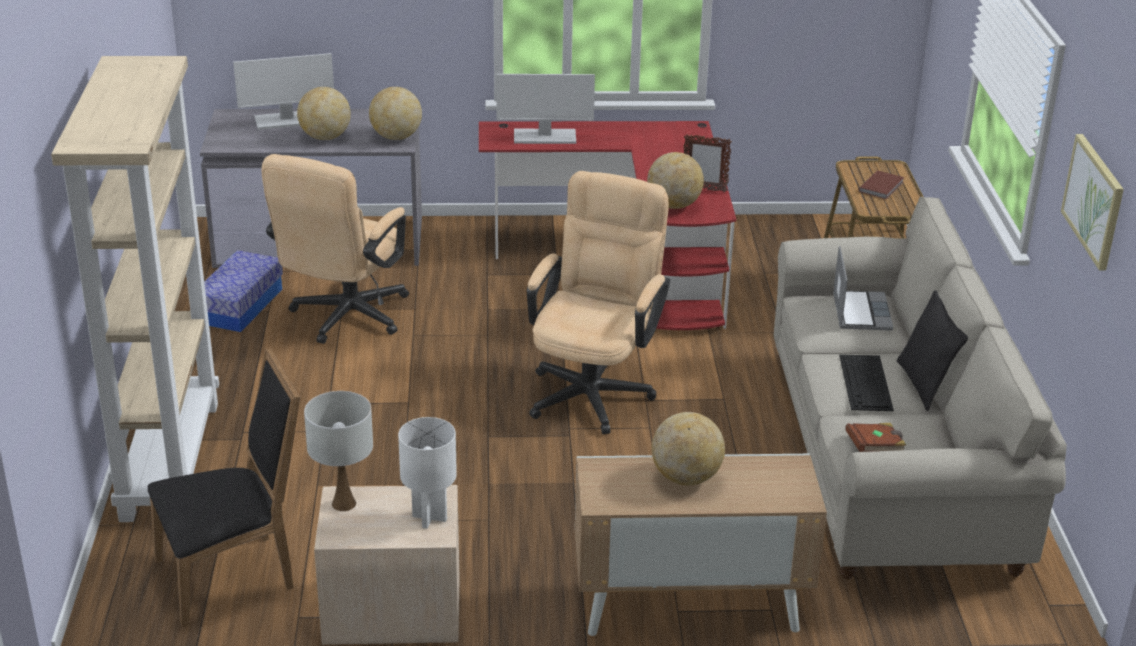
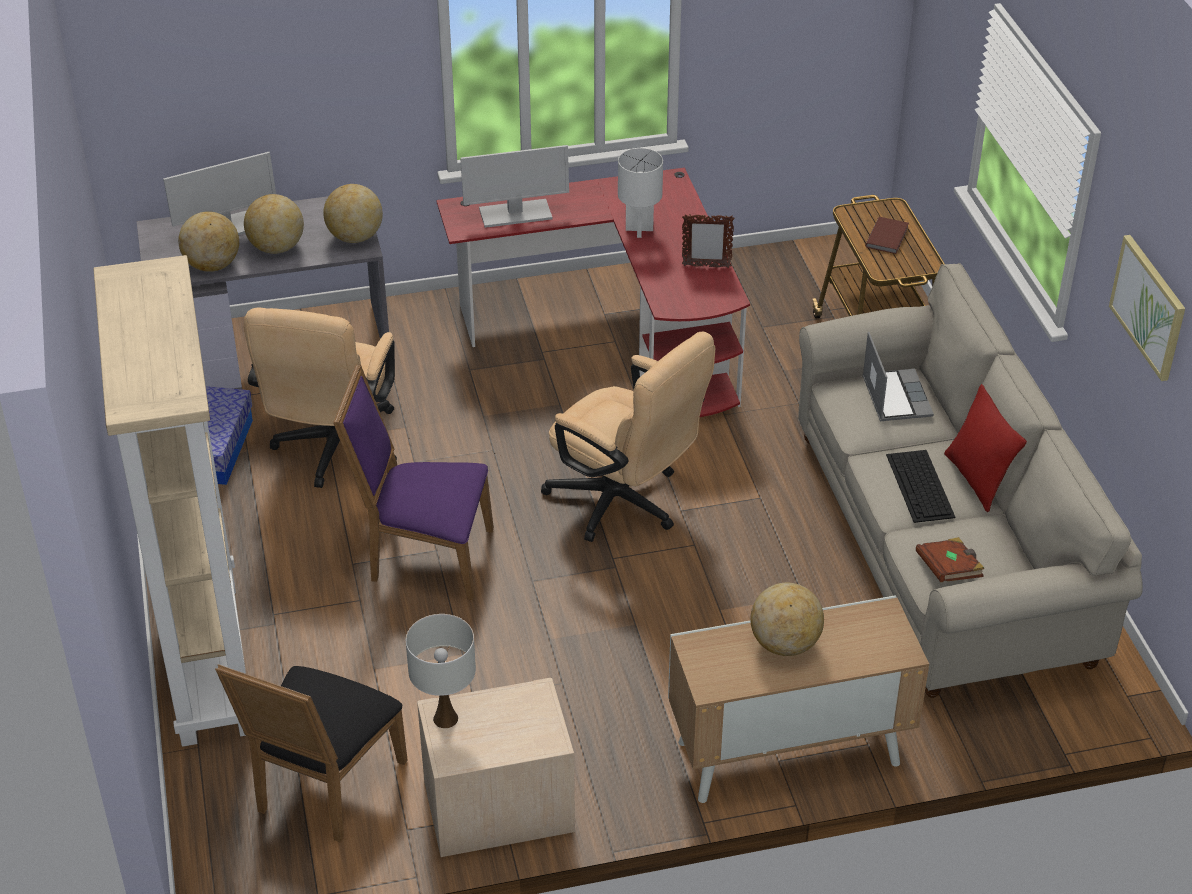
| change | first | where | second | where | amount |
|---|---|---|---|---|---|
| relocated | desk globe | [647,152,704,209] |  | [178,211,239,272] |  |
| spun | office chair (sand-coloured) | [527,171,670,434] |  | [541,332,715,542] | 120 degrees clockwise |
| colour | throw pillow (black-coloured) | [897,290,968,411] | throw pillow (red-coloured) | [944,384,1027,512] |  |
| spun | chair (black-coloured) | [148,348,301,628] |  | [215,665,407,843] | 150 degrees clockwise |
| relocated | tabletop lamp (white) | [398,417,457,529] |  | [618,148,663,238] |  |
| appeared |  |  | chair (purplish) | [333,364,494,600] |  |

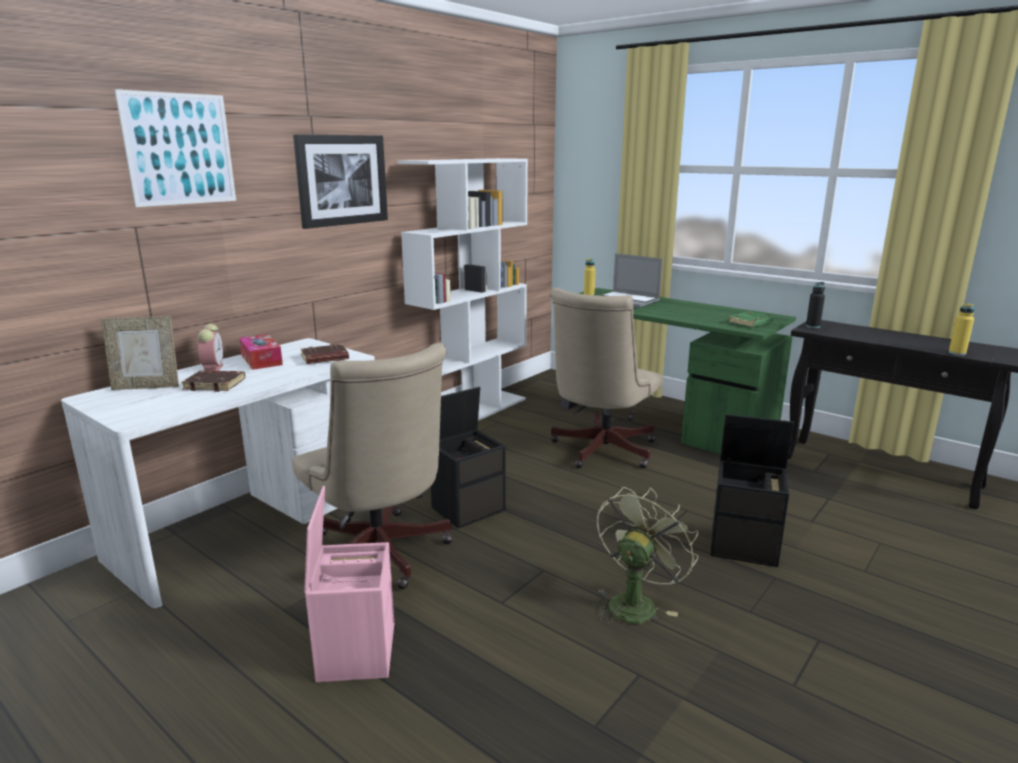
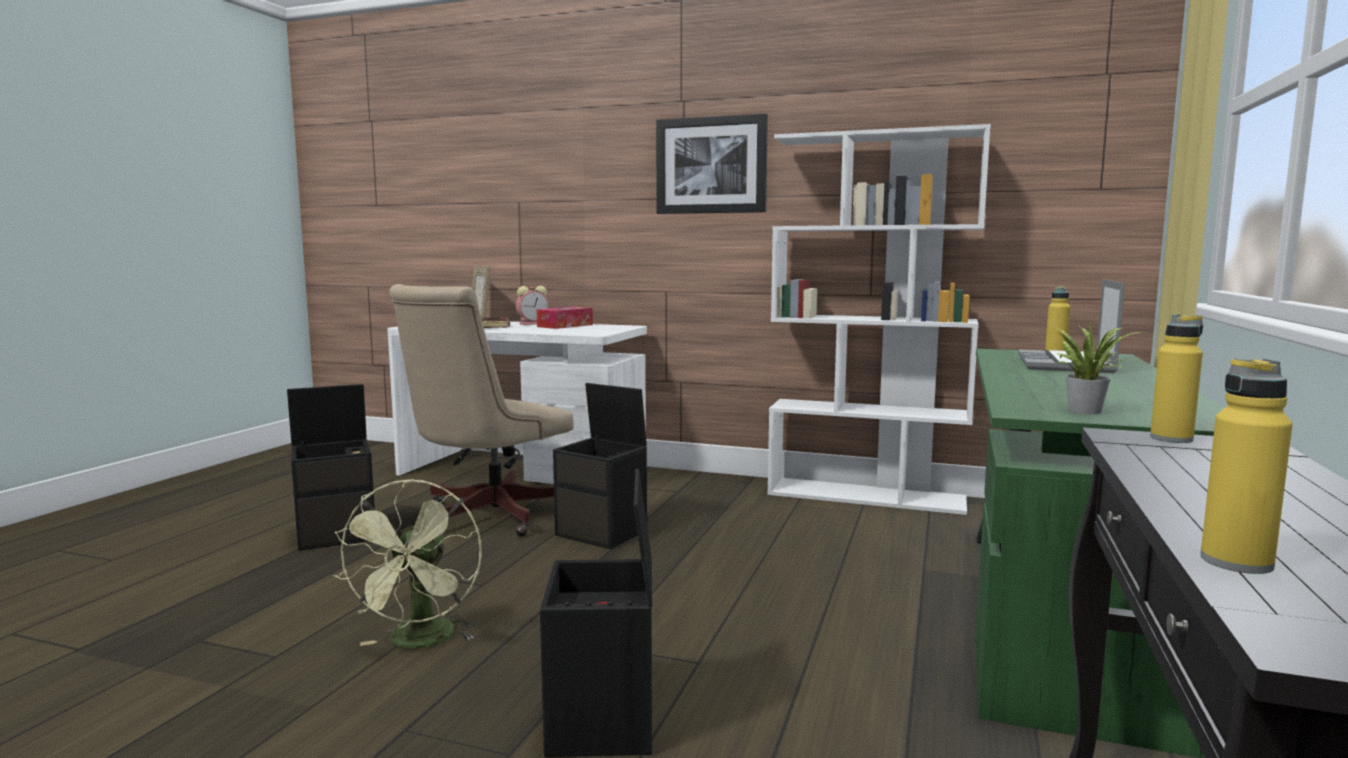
| change | first | where | second | where | amount |
|---|---|---|---|---|---|
| missing | picture | [115,89,236,207] |  |  |  |
| colour | drink bottle (black-coloured) | [806,282,825,328] | drink bottle (yellow) | [1150,314,1203,443] |  |
| missing | office chair (sand-coloured) | [551,288,663,468] |  |  |  |
| exchanged | volume (green-coloured) | [728,311,774,327] | plant in a pot | [1056,322,1144,414] |  |
| missing | volume (brown-coloured) | [301,344,349,364] |  |  |  |
| colour | storage box (pinkish) | [304,486,394,682] | storage box (black-coloured) | [287,384,375,551] |  |
| spun | cooling fan (green-coloured) | [592,487,698,624] |  | [333,479,482,648] | 75 degrees clockwise |

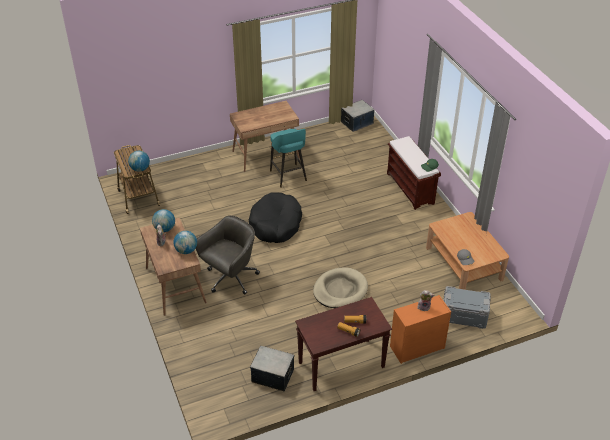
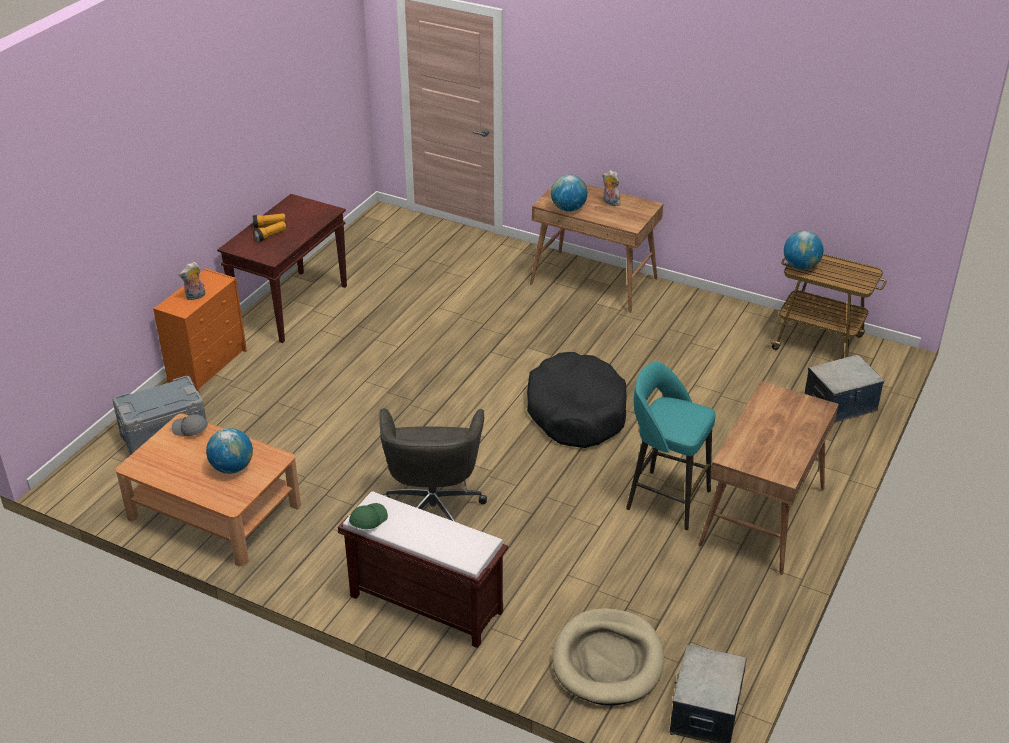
| change | first | where | second | where | amount |
|---|---|---|---|---|---|
| relocated | desk globe | [152,209,175,232] |  | [206,428,253,474] |  |
| relocated | office chair (grey) | [196,216,260,294] |  | [379,408,487,522] |  |
| relocated | pet bed (sand-coloured) | [313,267,368,308] |  | [552,608,664,706] |  |
| relocated | storage box | [250,346,294,392] |  | [805,355,884,423] |  |

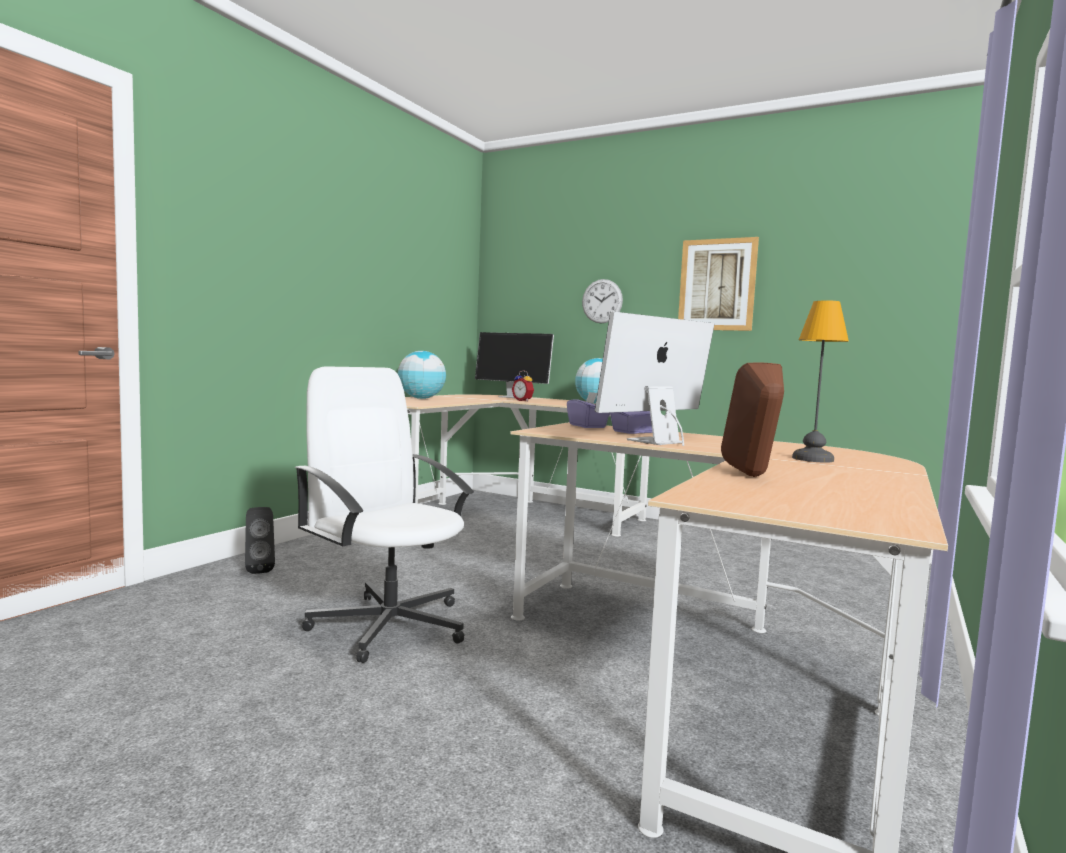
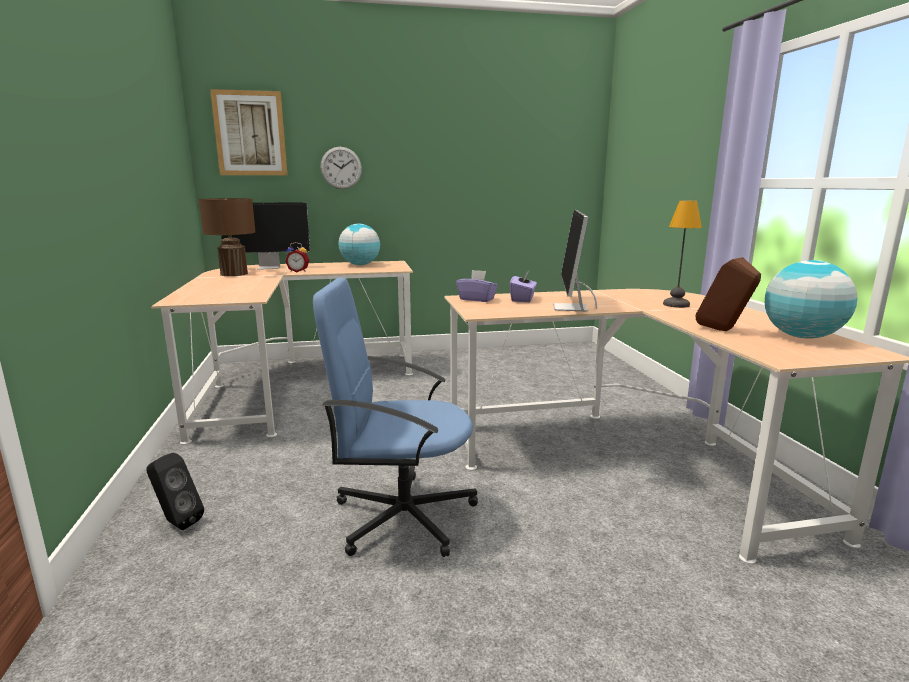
| change | first | where | second | where | amount |
|---|---|---|---|---|---|
| relocated | picture | [678,237,759,331] |  | [210,89,287,175] |  |
| relocated | desk globe | [398,351,446,399] |  | [765,260,857,339] |  |
| colour | office chair (white) | [294,367,474,663] | office chair (blue) | [313,277,478,557] |  |
| appeared |  |  | tabletop lamp (brown-coloured) | [199,198,255,276] |  |

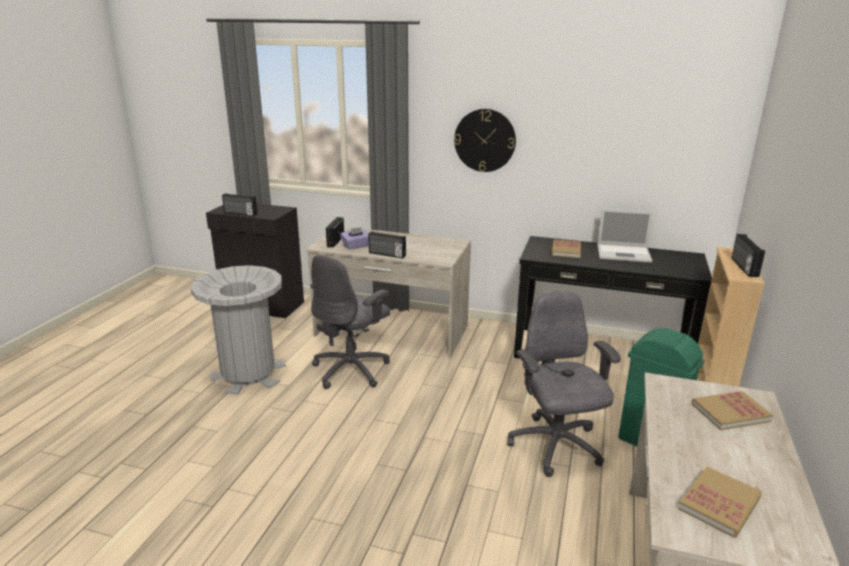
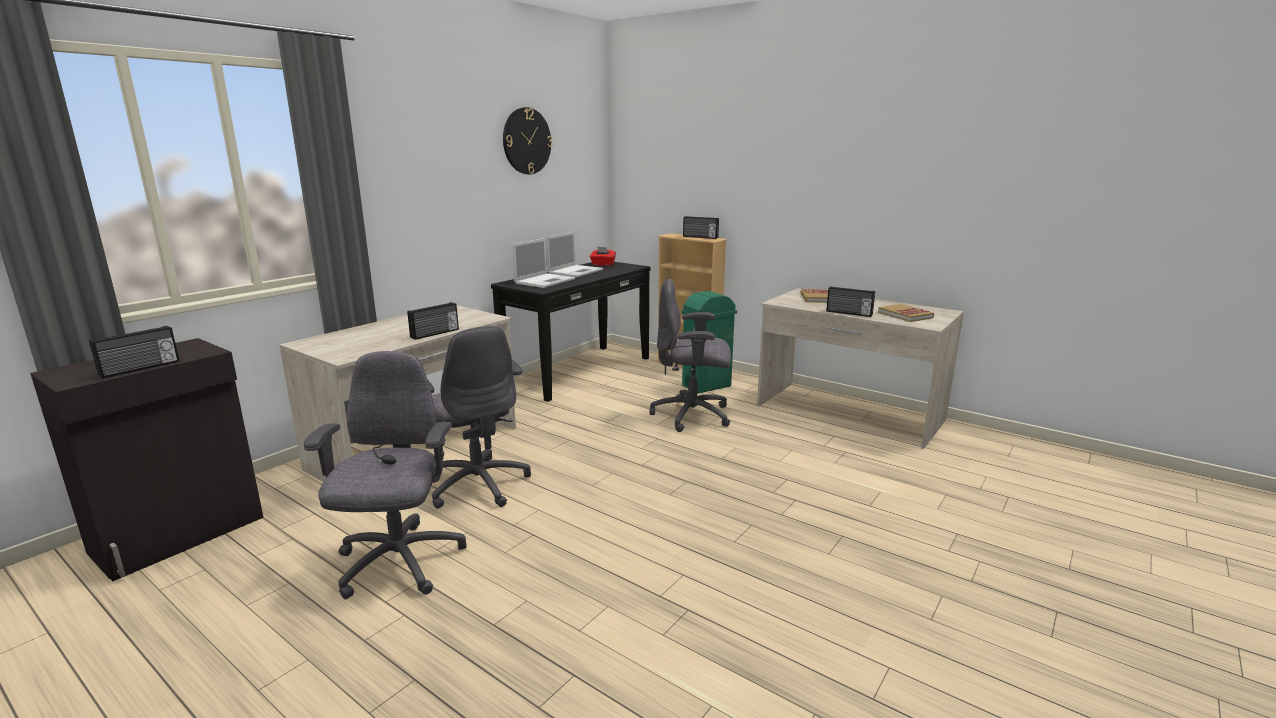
| change | first | where | second | where | amount |
|---|---|---|---|---|---|
| relocated | hanging clock | [454,109,516,172] |  | [503,107,553,174] |  |
| relocated | radio set | [326,217,344,248] |  | [826,286,875,317] |  |
| missing | tissue holder (purplish) | [341,227,369,250] |  |  |  |
| exchanged | volume | [552,240,581,258] | laptop | [512,238,575,288] |  |
| exchanged | waste bin (grey) | [191,265,286,395] | office chair (grey) | [304,351,466,599] |  |
| appeared |  |  | tissue holder (red-coloured) | [590,247,616,266] |  |

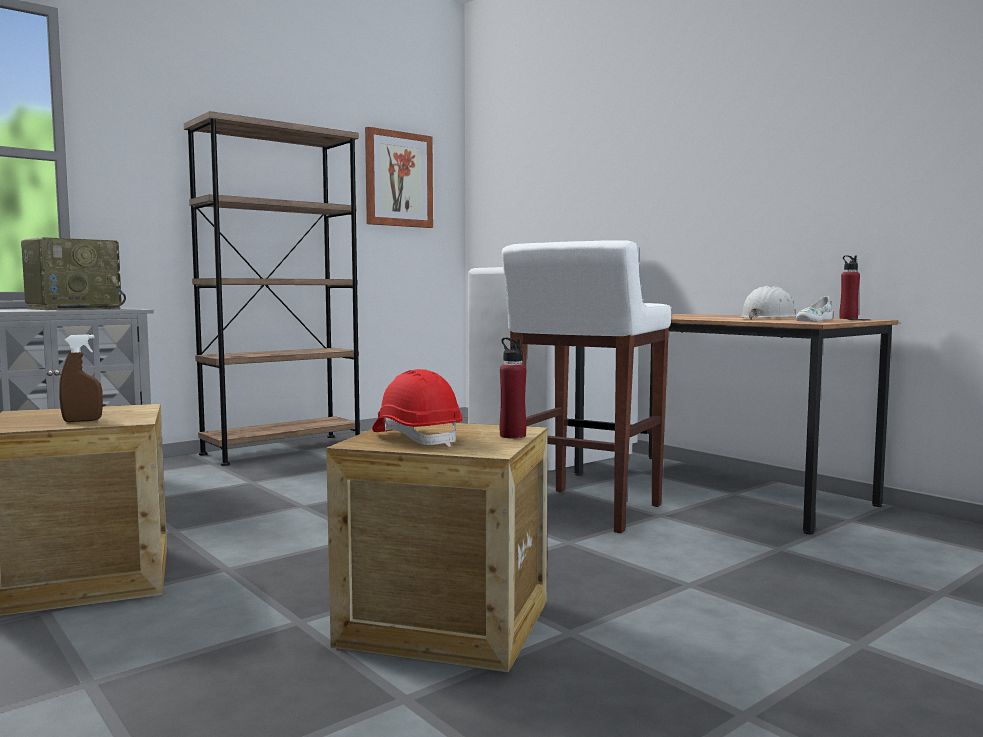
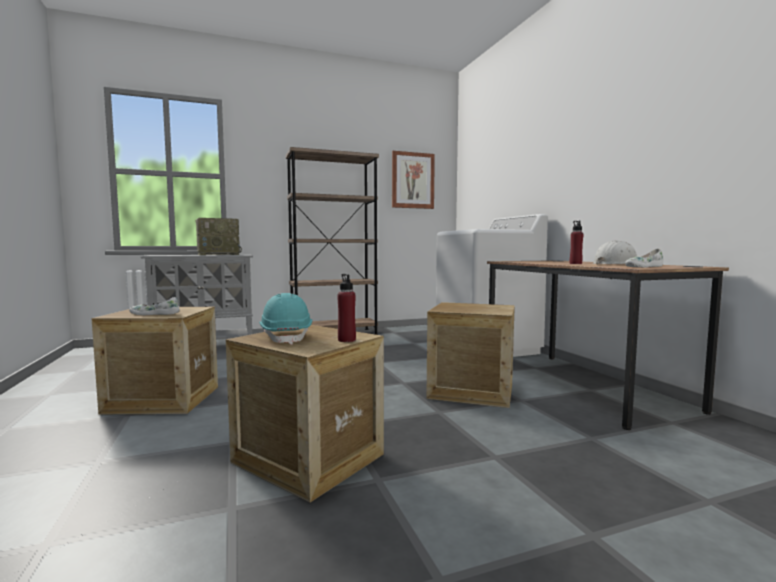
| change | first | where | second | where | amount |
|---|---|---|---|---|---|
| exchanged | sitting stool (white) | [502,240,671,533] | packing crate | [426,302,515,408] |  |
| relocated | drink bottle (red-coloured) | [839,255,860,319] |  | [570,221,583,264] |  |
| exchanged | spray bottle (brown-coloured) | [59,334,103,422] | low shoe (white) | [129,297,180,315] |  |
| colour | safety helmet (red-coloured) | [372,369,463,447] | safety helmet (turquoise-coloured) | [259,293,312,345] |  |

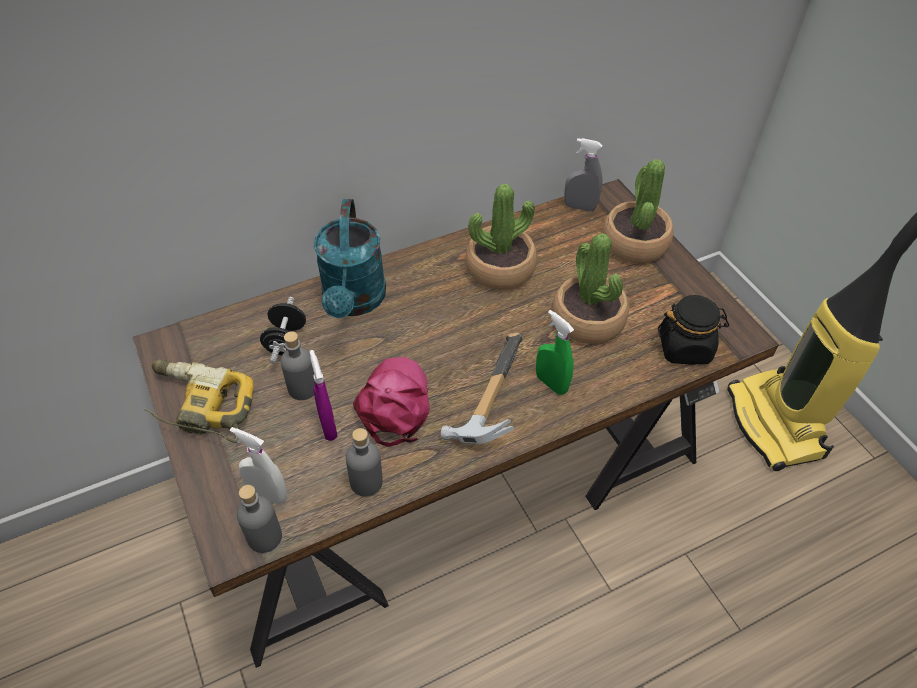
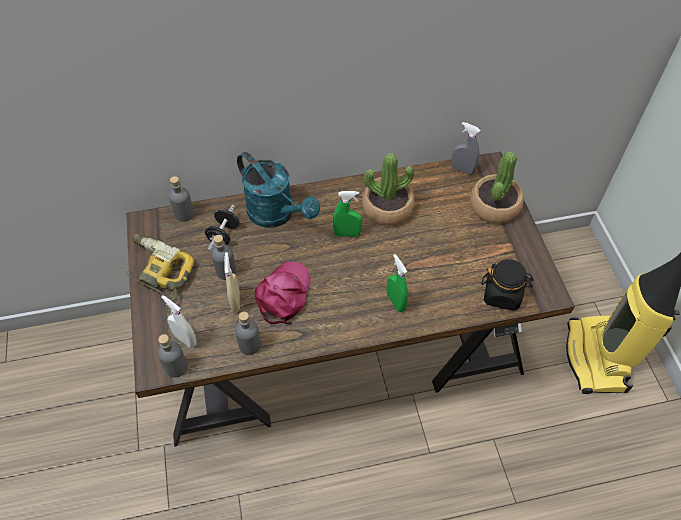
| change | first | where | second | where | amount |
|---|---|---|---|---|---|
| spun | watering pot (turquoise-coloured) | [314,199,386,318] |  | [237,152,320,228] | 60 degrees counterclockwise |
| missing | plant in a pot | [552,233,629,344] |  |  |  |
| missing | hammer | [440,333,522,444] |  |  |  |
| colour | spray bottle (purplish) | [310,350,338,441] | spray bottle (sand-coloured) | [224,252,240,312] |  |
| appeared |  |  | drink bottle (grey) | [169,176,194,222] |  |
| appeared |  |  | spray bottle (green-coloured) | [333,191,362,237] |  |

